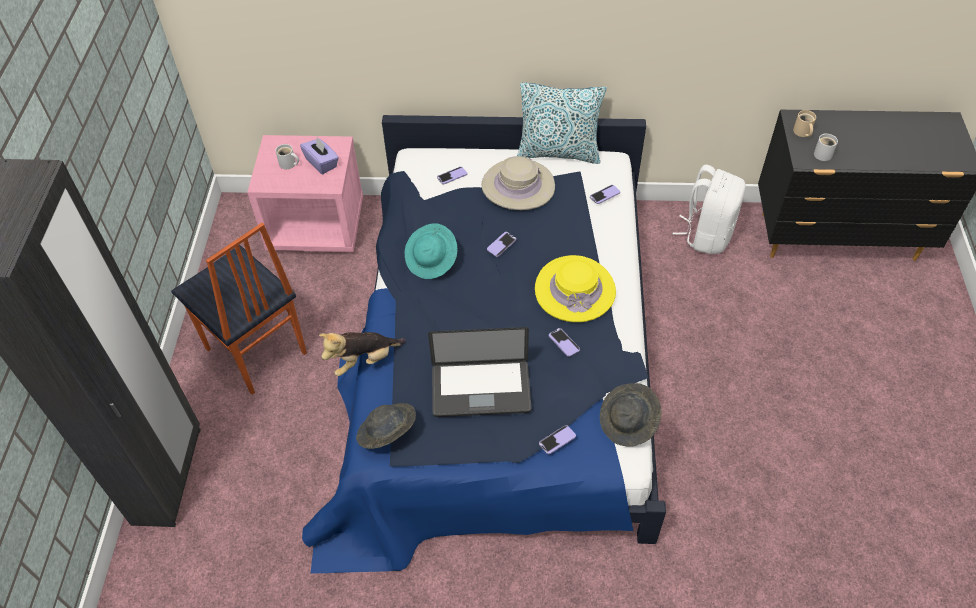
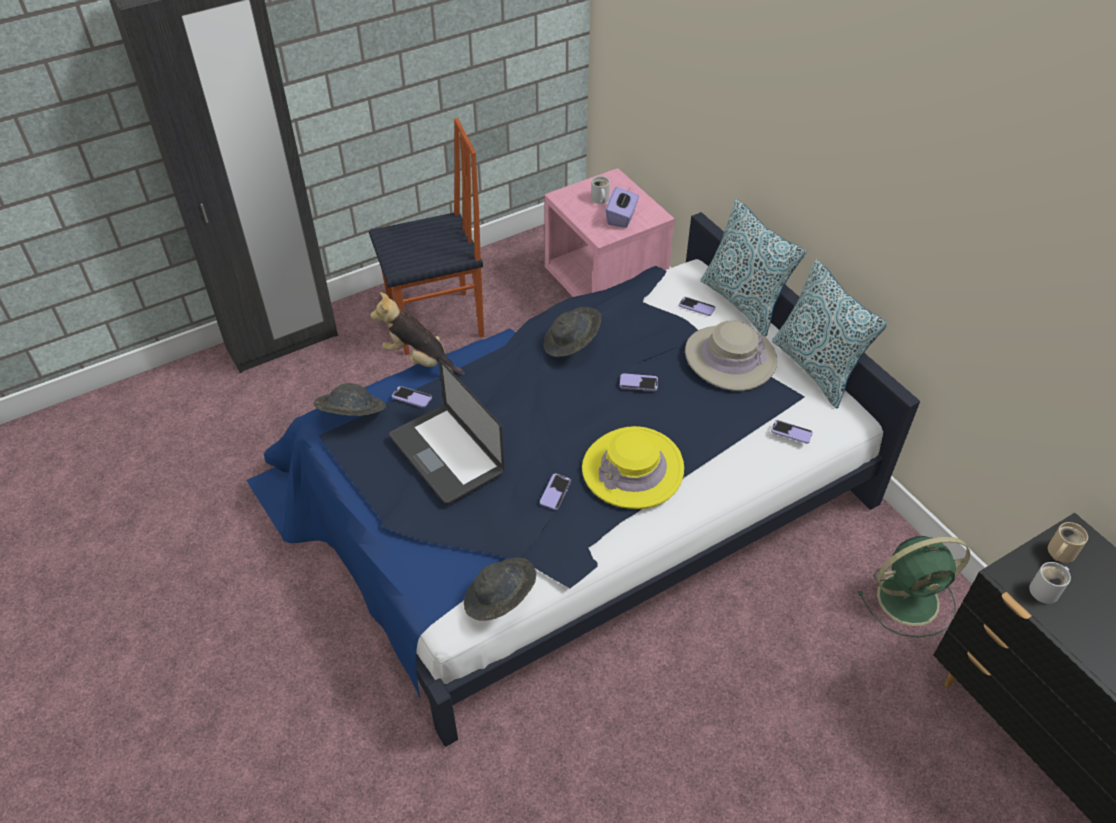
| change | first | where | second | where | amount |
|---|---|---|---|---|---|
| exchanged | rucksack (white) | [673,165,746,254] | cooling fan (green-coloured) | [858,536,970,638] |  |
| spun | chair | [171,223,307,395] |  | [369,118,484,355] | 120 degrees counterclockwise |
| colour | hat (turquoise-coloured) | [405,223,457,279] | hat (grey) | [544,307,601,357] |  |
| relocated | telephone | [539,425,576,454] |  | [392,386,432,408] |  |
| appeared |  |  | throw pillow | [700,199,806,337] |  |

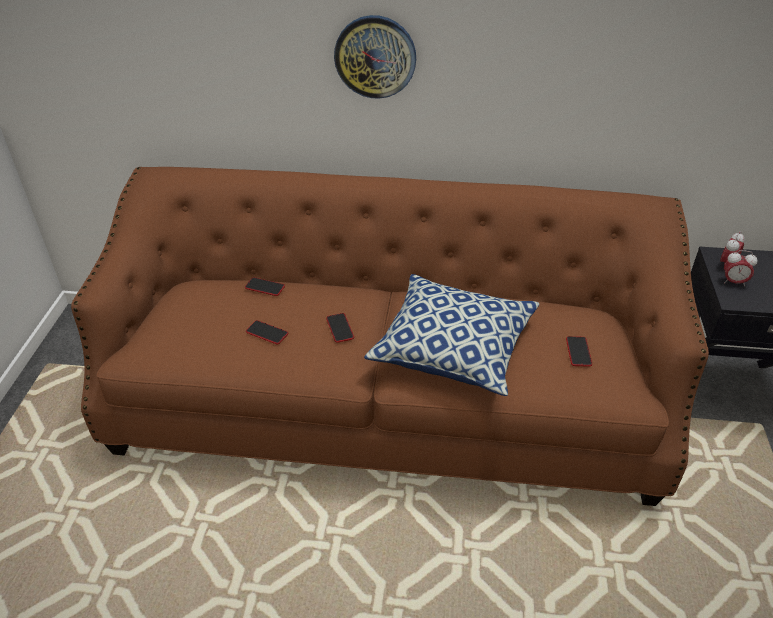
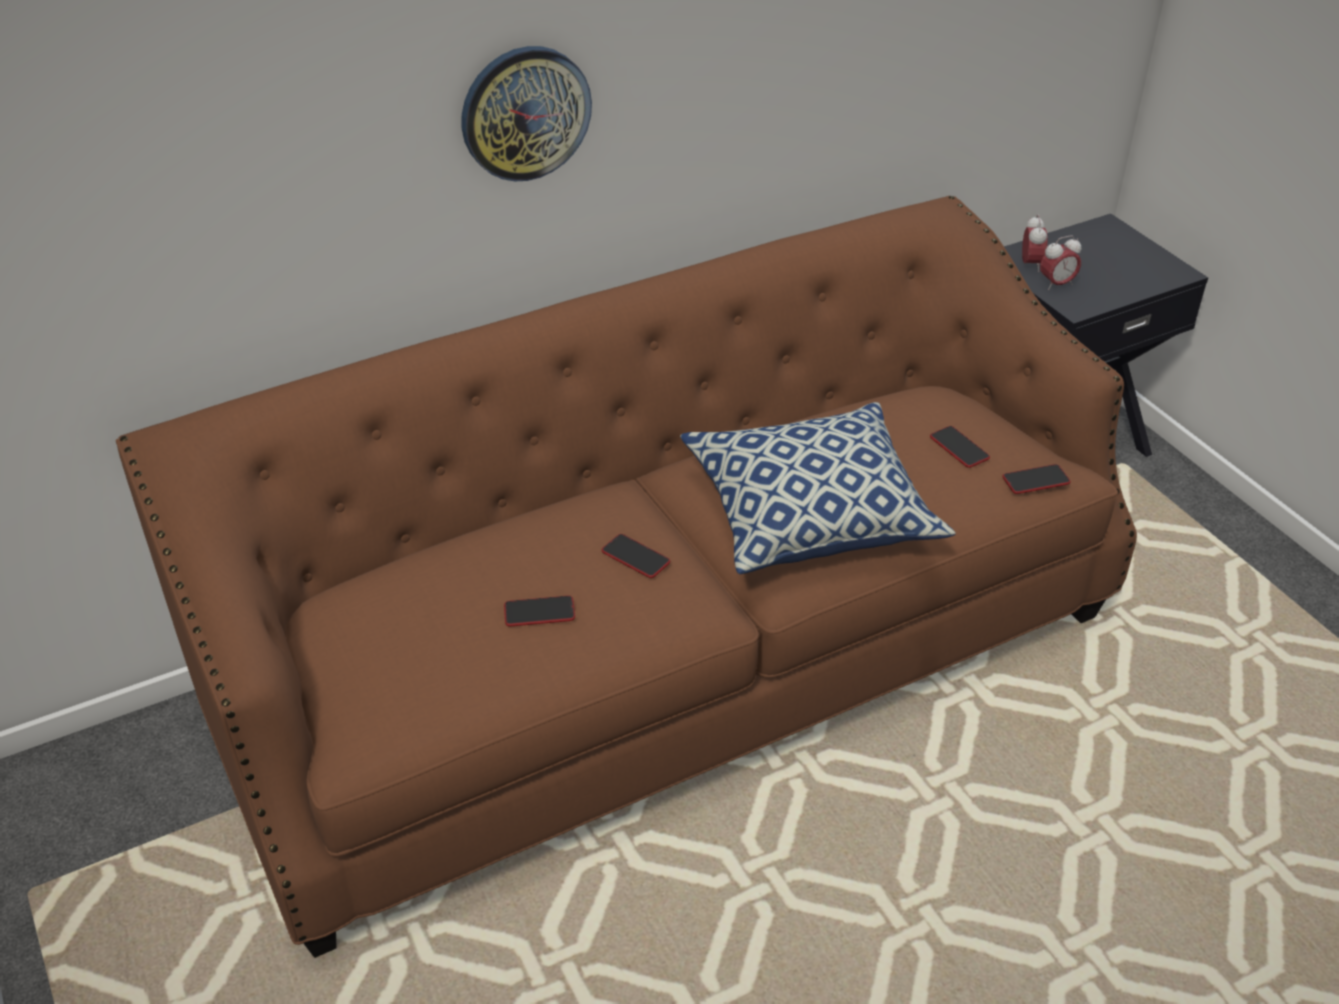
| change | first | where | second | where | amount |
|---|---|---|---|---|---|
| relocated | telephone | [245,277,285,296] |  | [1002,464,1071,494] |  |

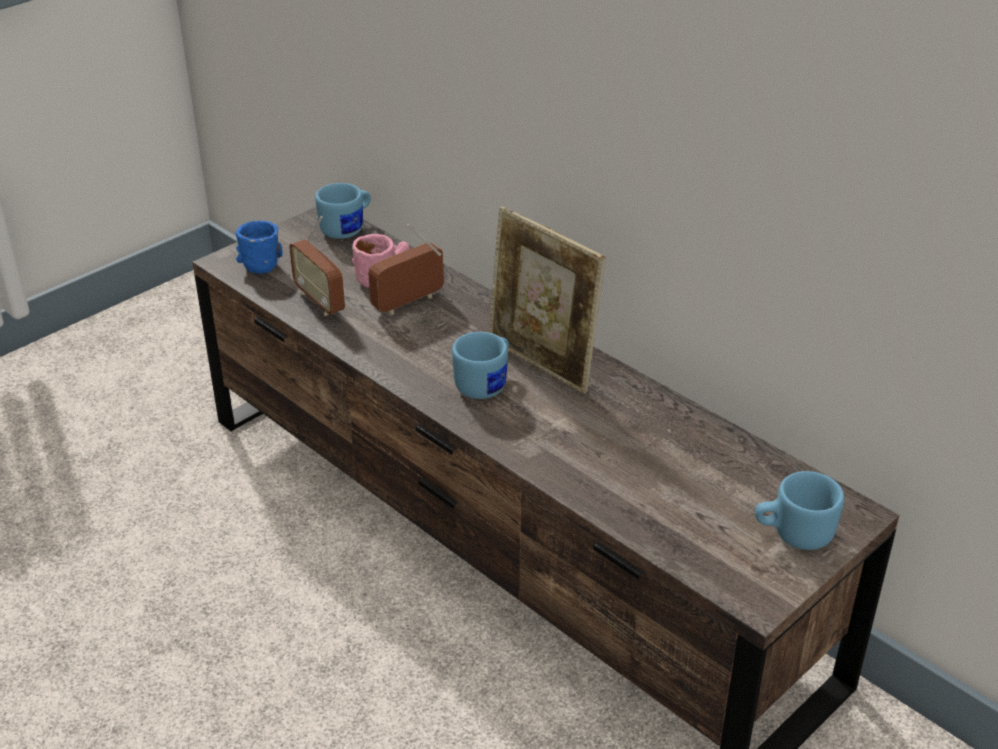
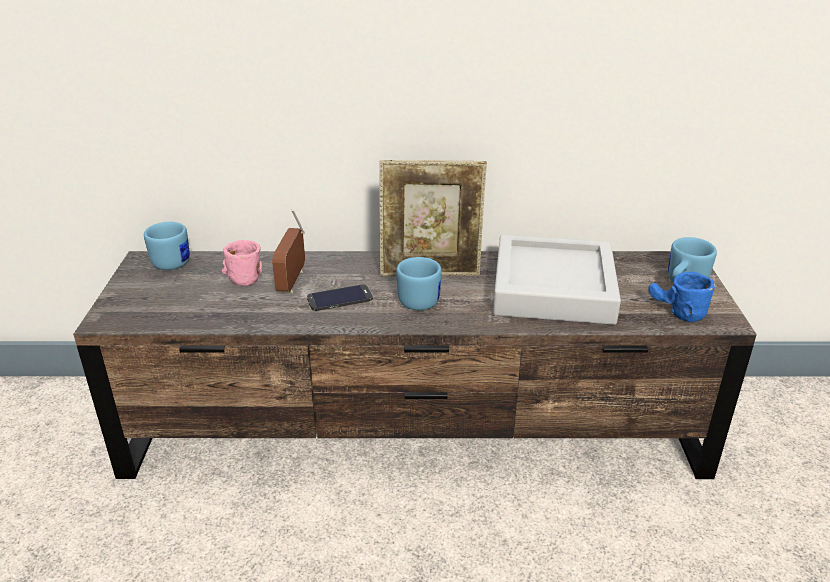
| change | first | where | second | where | amount |
|---|---|---|---|---|---|
| missing | radio set | [289,216,345,316] |  |  |  |
| relocated | coffee mug (blue) | [235,221,283,274] |  | [648,272,715,322] |  |
| appeared |  |  | tray (grey) | [493,235,621,325] |  |
| appeared |  |  | telephone | [307,284,373,311] |  |

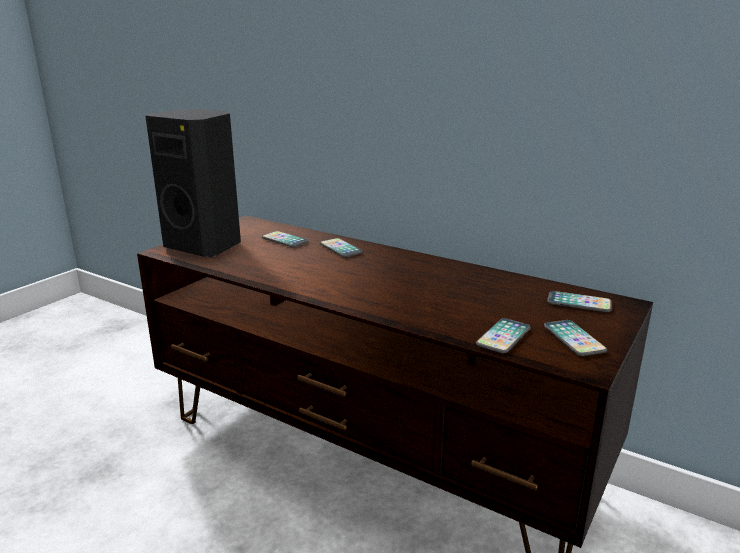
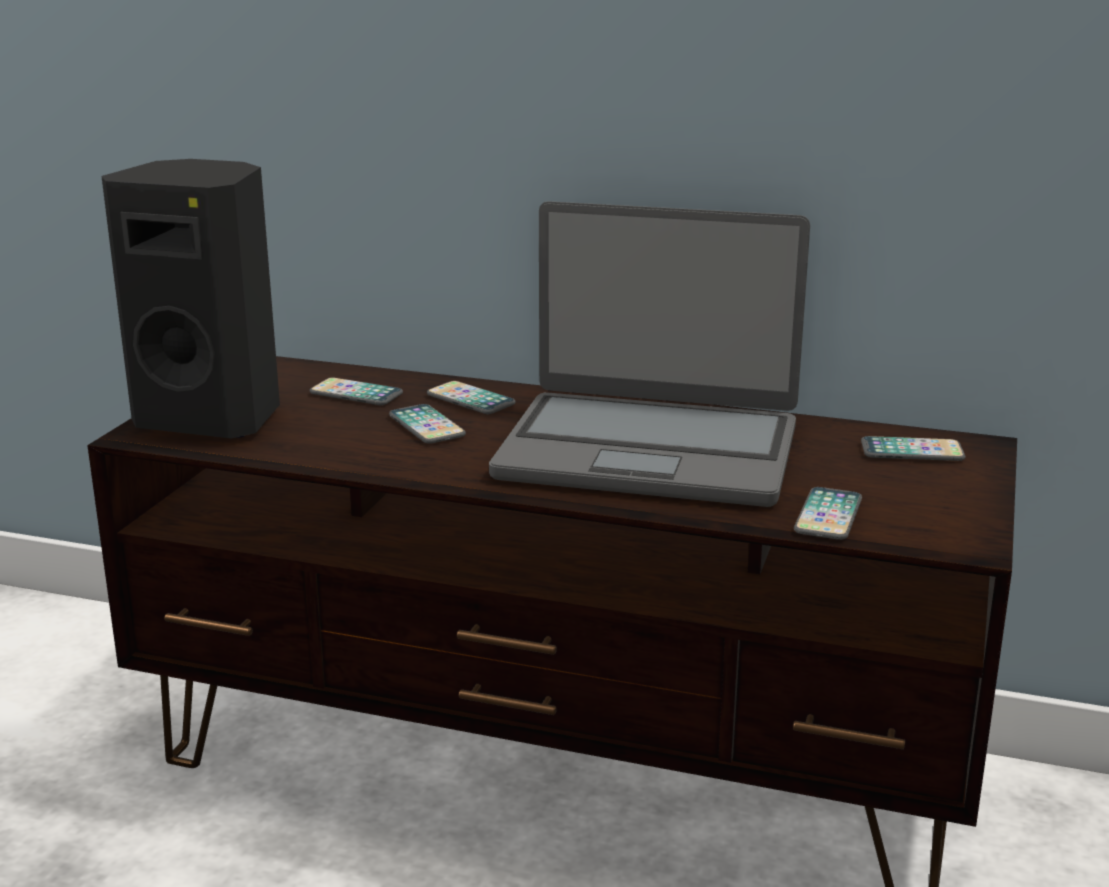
| change | first | where | second | where | amount |
|---|---|---|---|---|---|
| relocated | telephone | [544,320,607,356] |  | [389,404,466,444] |  |
| appeared |  |  | laptop | [489,201,810,507] |  |

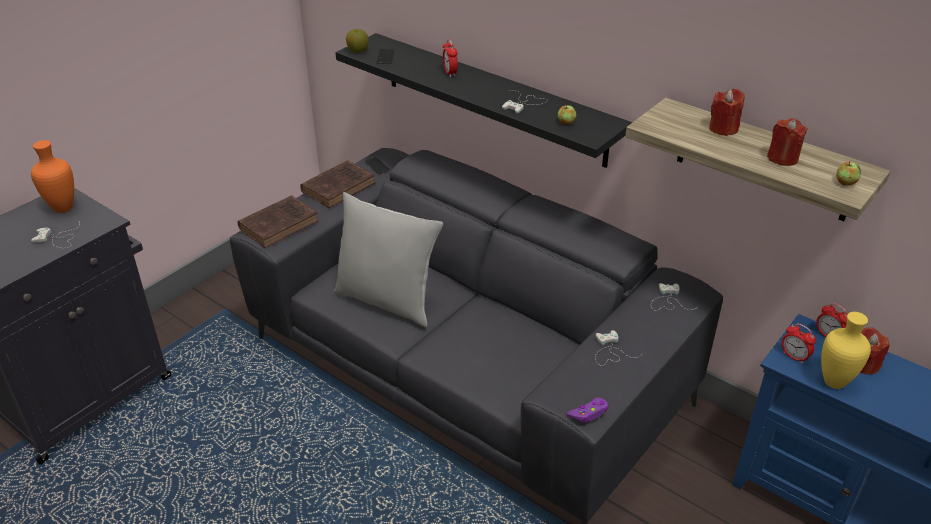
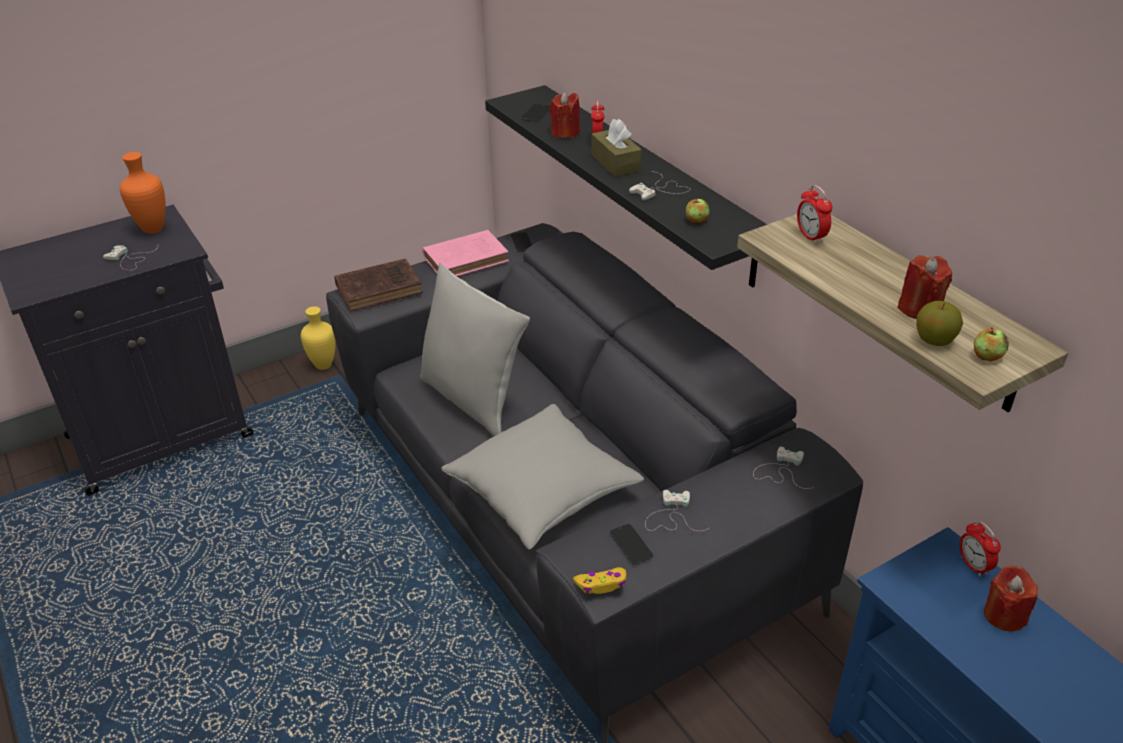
| change | first | where | second | where | amount |
|---|---|---|---|---|---|
| relocated | whole apple | [346,28,368,53] |  | [916,301,963,346] |  |
| relocated | wax light (red-coloured) | [709,89,745,136] |  | [549,92,580,138] |  |
| colour | volume (brown-coloured) | [300,160,375,208] | volume (pinkish) | [422,230,509,276] |  |
| relocated | vase (yellow) | [821,312,871,389] |  | [301,306,336,370] |  |
| relocated | alarm clock | [782,323,816,364] |  | [797,185,832,244] |  |
| colour | gamepad (purplish) | [567,397,609,423] | gamepad (yellow) | [573,567,627,594] |  |
| appeared |  |  | tissue holder (brown-coloured) | [592,119,642,177] |  |
| appeared |  |  | throw pillow (grey) | [441,404,644,550] |  |
| appeared |  |  | telephone | [610,524,653,565] |  |

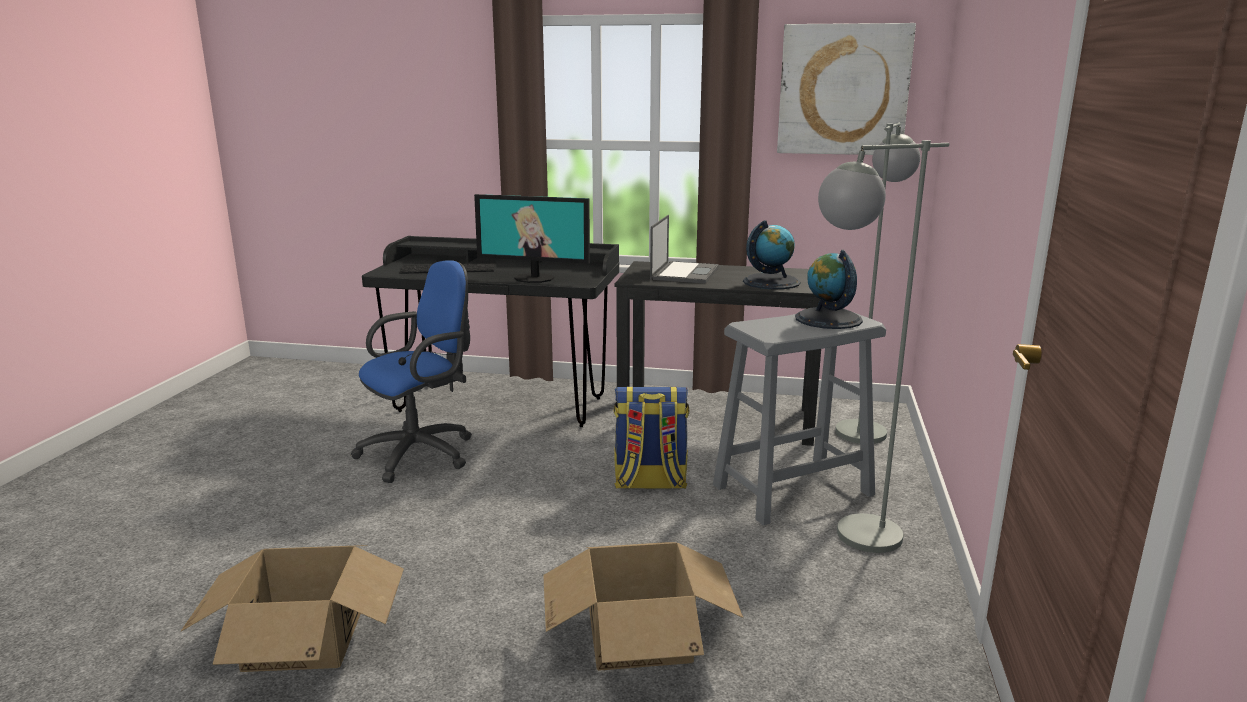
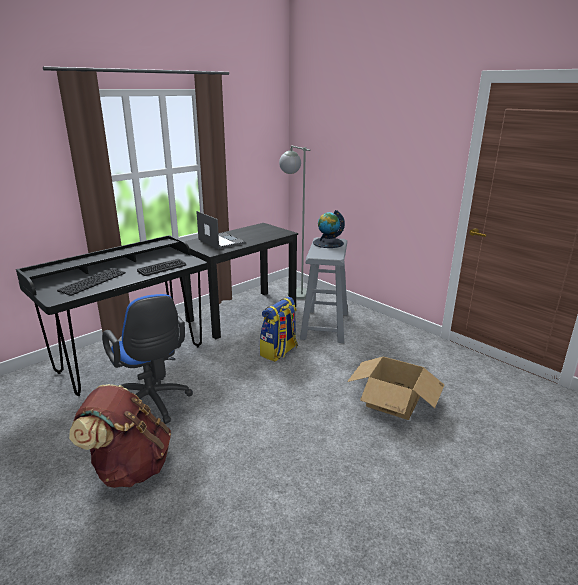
| change | first | where | second | where | amount |
|---|---|---|---|---|---|
| missing | picture | [777,23,916,155] |  |  |  |
| missing | standard lamp (grey) | [818,140,949,553] |  |  |  |
| exchanged | computer screen | [474,194,590,283] | keyboard | [137,259,186,276] |  |
| missing | desk globe | [743,220,800,289] |  |  |  |
| spun | office chair (blue) | [351,260,472,483] |  | [102,294,193,424] | 150 degrees clockwise |
| missing | packing box | [180,545,404,672] |  |  |  |
| appeared |  |  | rucksack (brown-coloured) | [69,384,171,488] |  |

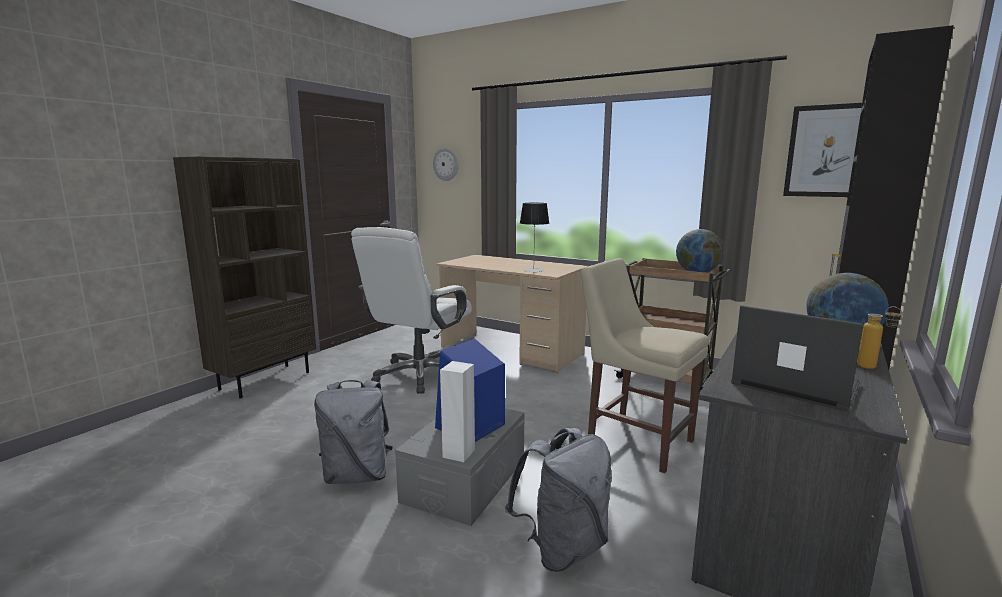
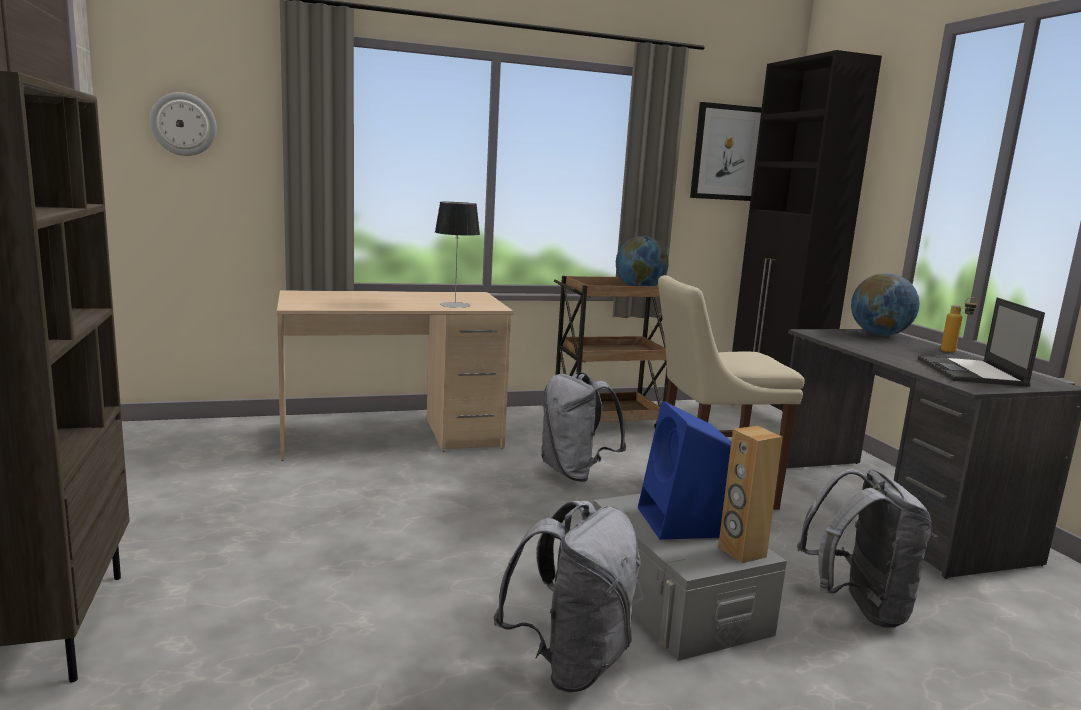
| change | first | where | second | where | amount |
|---|---|---|---|---|---|
| missing | office chair (white) | [351,227,472,394] |  |  |  |
| spun | laptop | [731,305,863,412] |  | [918,297,1045,387] | 75 degrees counterclockwise |
| colour | audio speaker (white) | [440,361,475,462] | audio speaker (brown-coloured) | [718,426,783,563] |  |
| appeared |  |  | rucksack (grey) | [541,372,627,482] |  |

